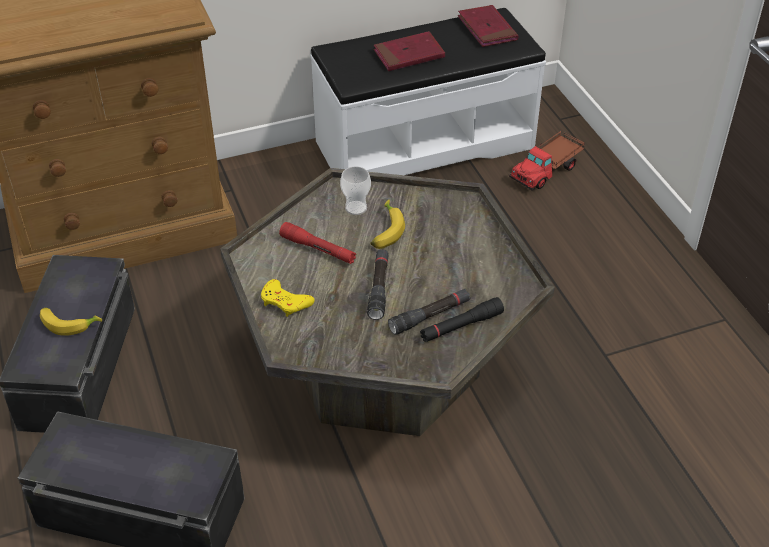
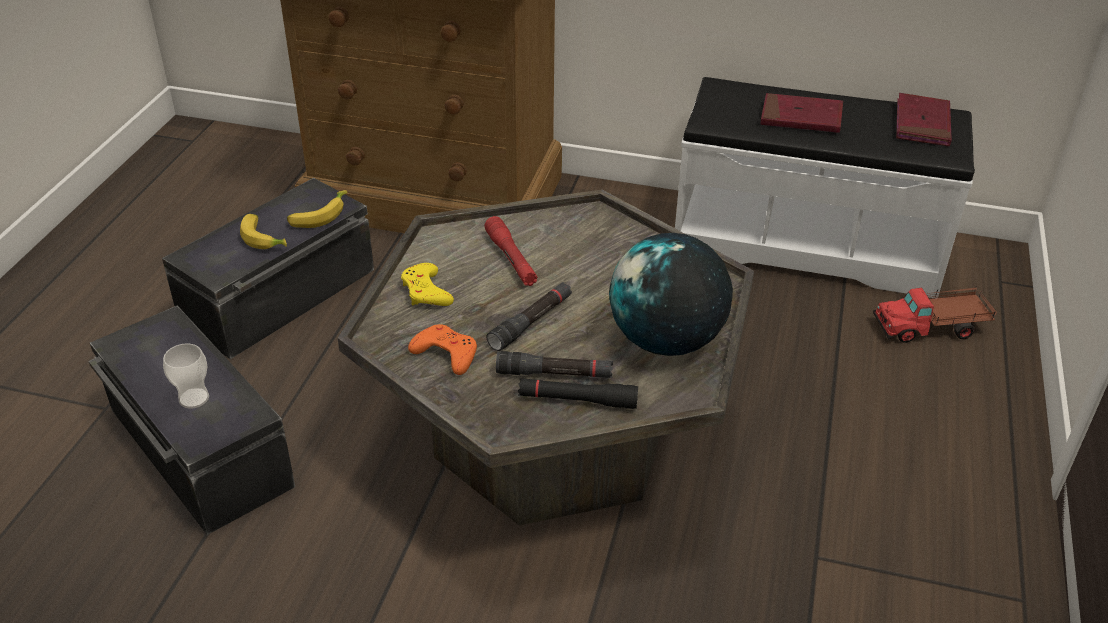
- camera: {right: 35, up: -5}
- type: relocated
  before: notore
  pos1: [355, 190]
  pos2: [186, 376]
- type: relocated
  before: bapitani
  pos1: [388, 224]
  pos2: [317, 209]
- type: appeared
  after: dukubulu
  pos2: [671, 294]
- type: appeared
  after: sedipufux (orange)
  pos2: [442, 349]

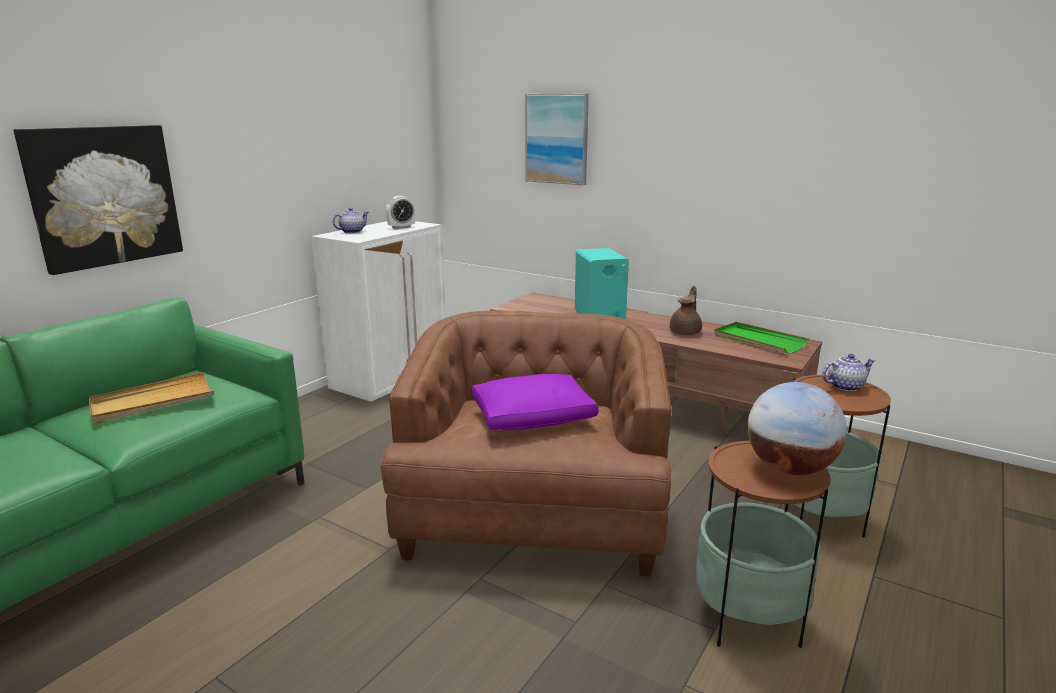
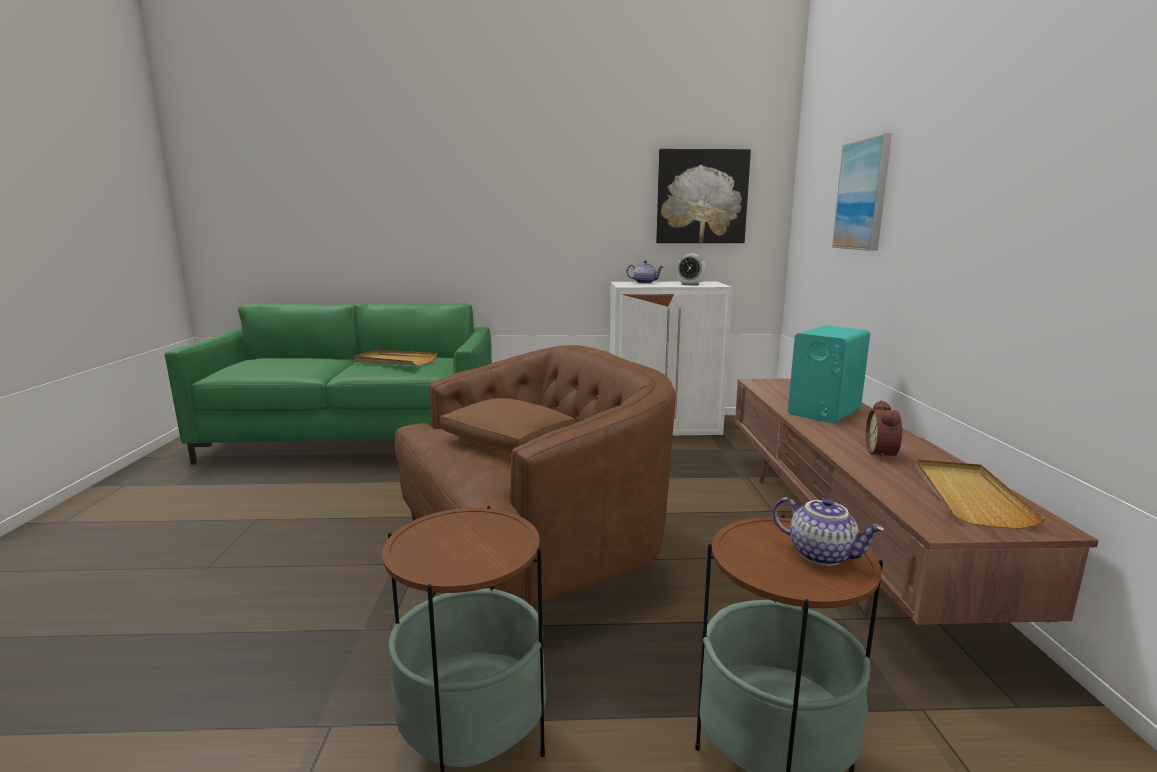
- camera: {right: 55, up: -5}
- type: relocated
  before: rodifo
  pos1: [98, 200]
  pos2: [703, 196]
- type: exchanged
  before: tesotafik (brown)
  after: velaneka
  pos1: [686, 310]
  pos2: [884, 430]
- type: colour
  before: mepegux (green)
  after: mepegux (beige)
  pos1: [761, 338]
  pos2: [980, 494]
- type: colour
  before: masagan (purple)
  after: masagan (brown)
  pos1: [535, 402]
  pos2: [508, 425]
- type: missing
  before: dukubulu
  pos1: [797, 428]

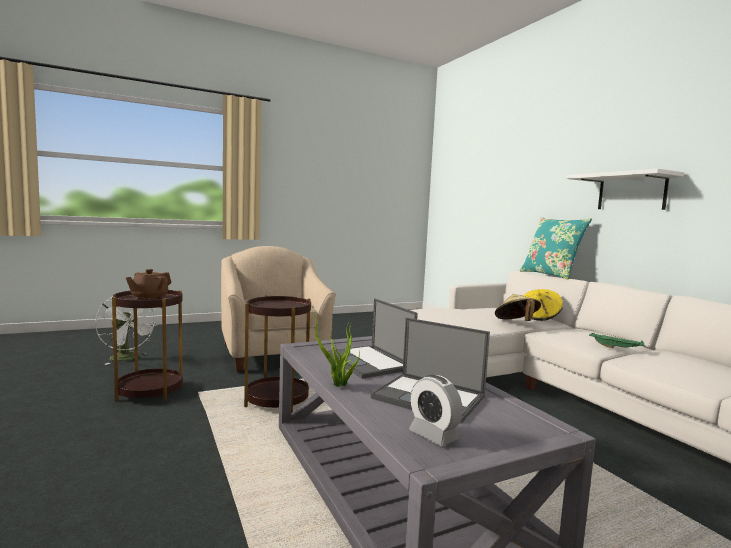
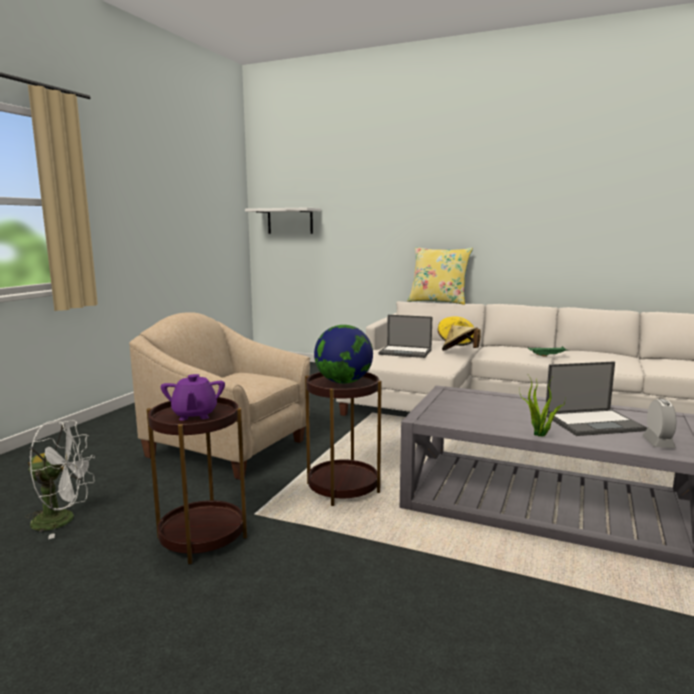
- camera: {right: -40, up: 5}
- type: relocated
  before: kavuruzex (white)
  pos1: [625, 189]
  pos2: [283, 220]
- type: colour
  before: masagan (turquoise)
  after: masagan (yellow)
  pos1: [556, 248]
  pos2: [440, 276]
- type: colour
  before: tesotafik (brown)
  after: tesotafik (purple)
  pos1: [148, 284]
  pos2: [193, 397]
- type: relocated
  before: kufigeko
  pos1: [373, 339]
  pos2: [405, 336]
- type: spun
  before: velaneka
  pos1: [435, 410]
  pos2: [659, 423]
  turn: -90
- type: appeared
  after: dukubulu
  pos2: [343, 354]

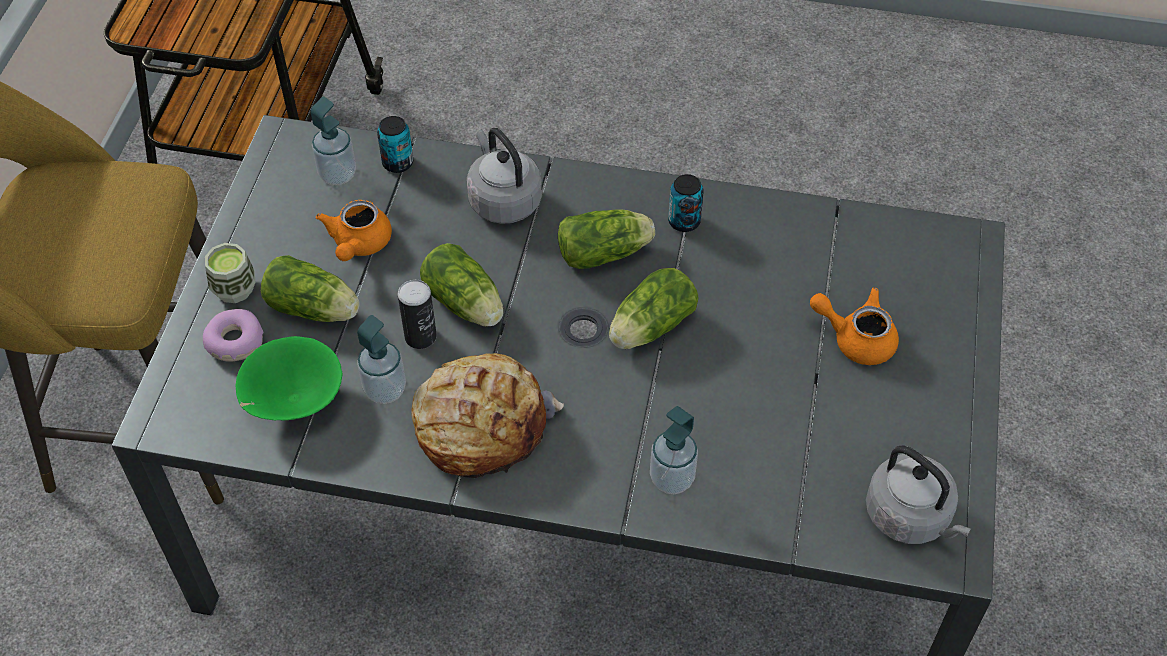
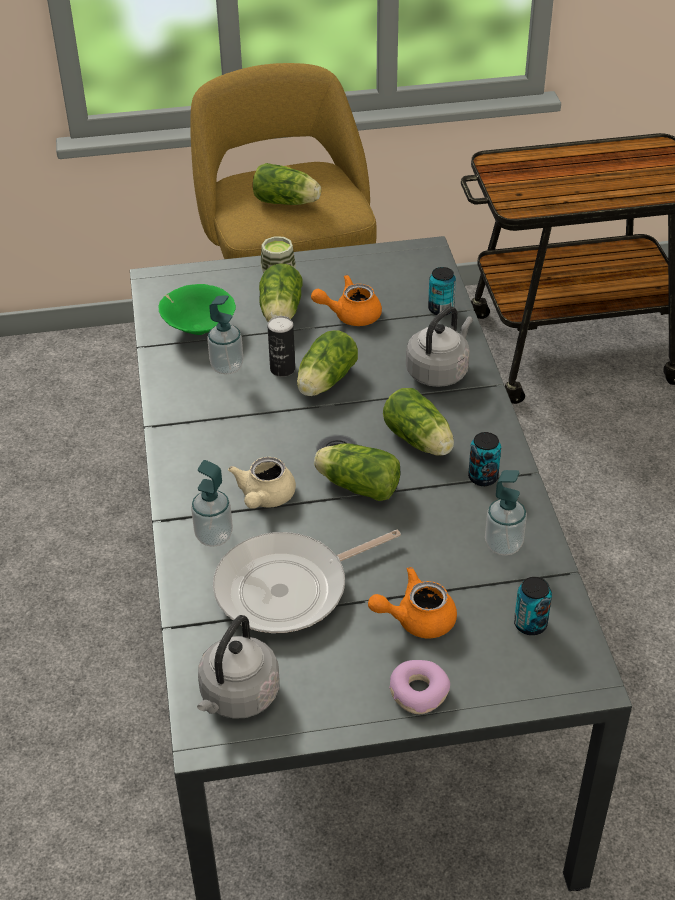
- camera: {right: 70, up: -10}
- type: relocated
  before: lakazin
  pos1: [333, 141]
  pos2: [506, 513]
- type: spun
  before: tesotafik (orange)
  pos1: [854, 326]
  pos2: [412, 602]
  turn: -105
- type: relocated
  before: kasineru
  pos1: [233, 335]
  pos2: [419, 687]
- type: missing
  before: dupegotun
  pos1: [488, 415]
- type: appeared
  after: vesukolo
  pos2: [287, 184]
- type: appeared
  after: tesotafik (beige)
  pos2: [262, 483]
- type: appeared
  after: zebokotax
  pos2: [307, 581]
- type: appeared
  after: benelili
  pos2: [533, 606]

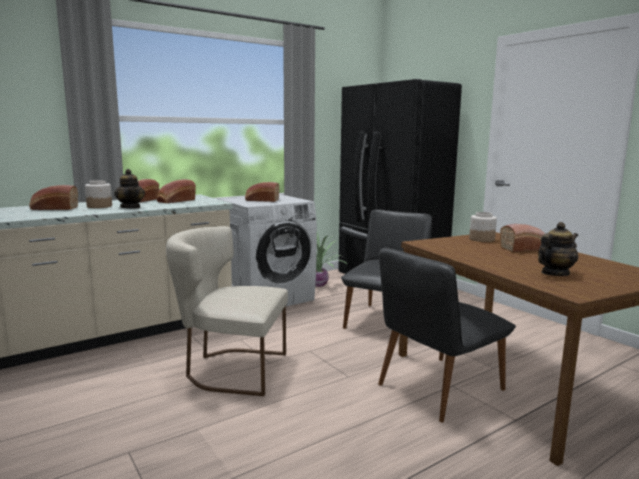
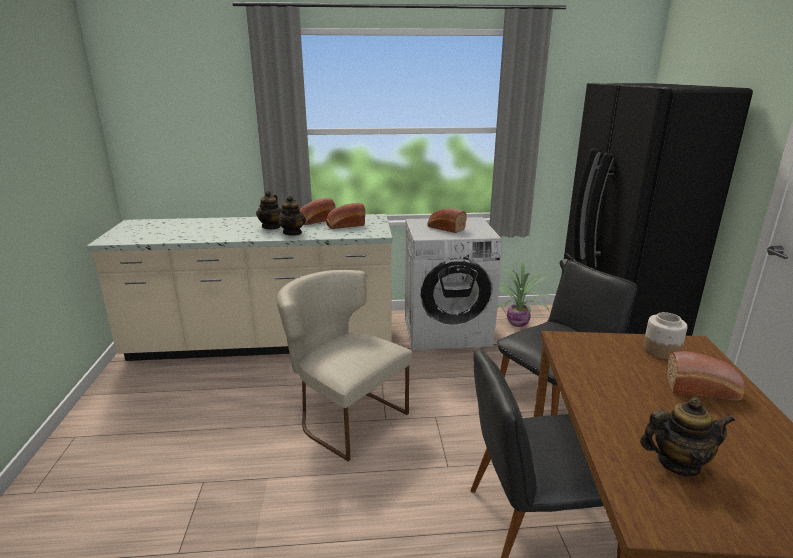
- camera: {right: 30, up: 10}
- type: exchanged
  before: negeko
  after: tesotafik
  pos1: [98, 194]
  pos2: [269, 210]
- type: missing
  before: dupegotun
  pos1: [53, 197]

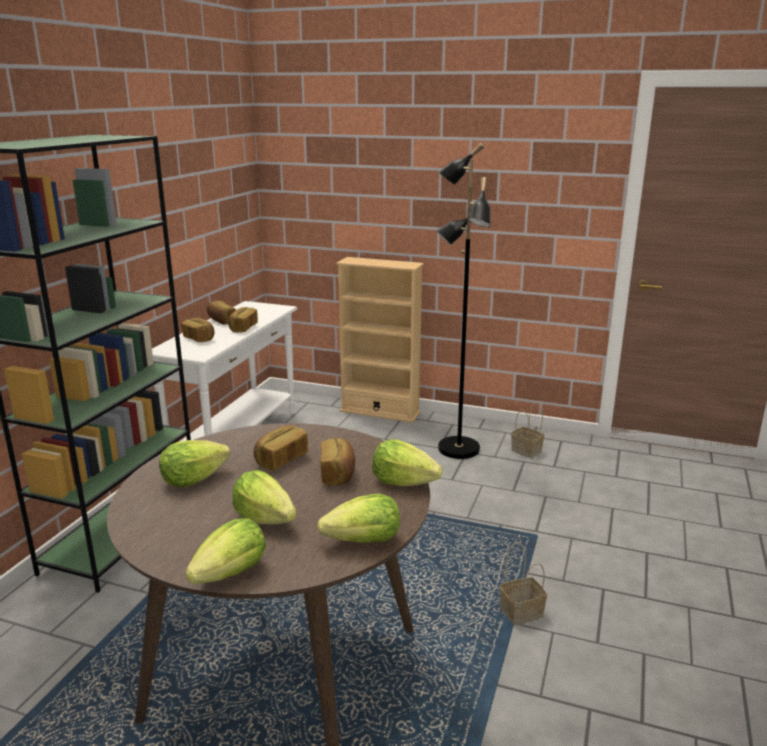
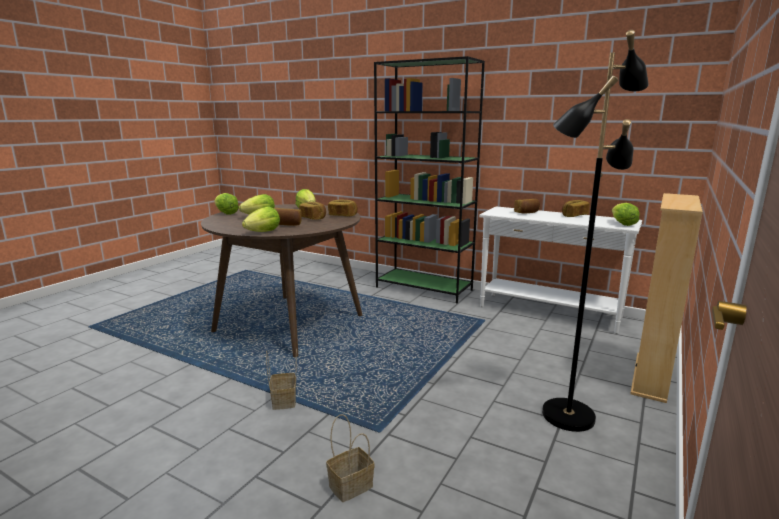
- camera: {right: 100, up: -5}
- type: relocated
  before: dupegotun
  pos1: [243, 320]
  pos2: [343, 208]
- type: relocated
  before: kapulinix
  pos1: [527, 430]
  pos2: [350, 458]
- type: relocated
  before: vesukolo
  pos1: [358, 518]
  pos2: [626, 214]

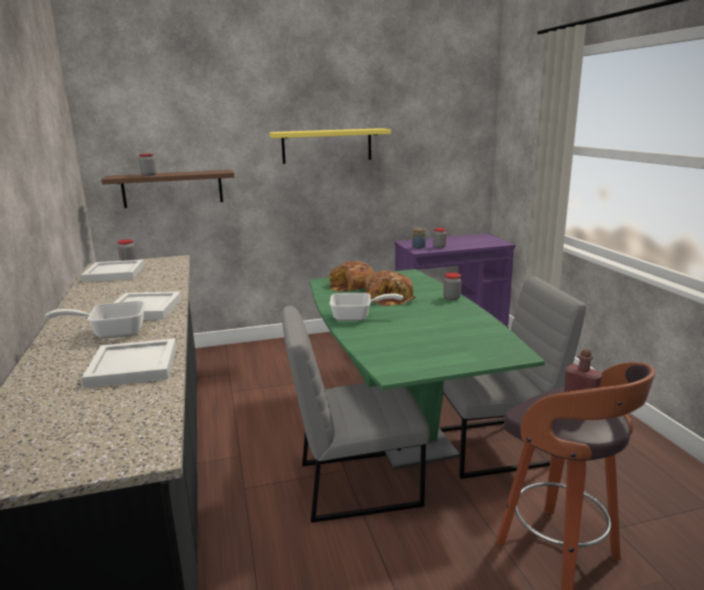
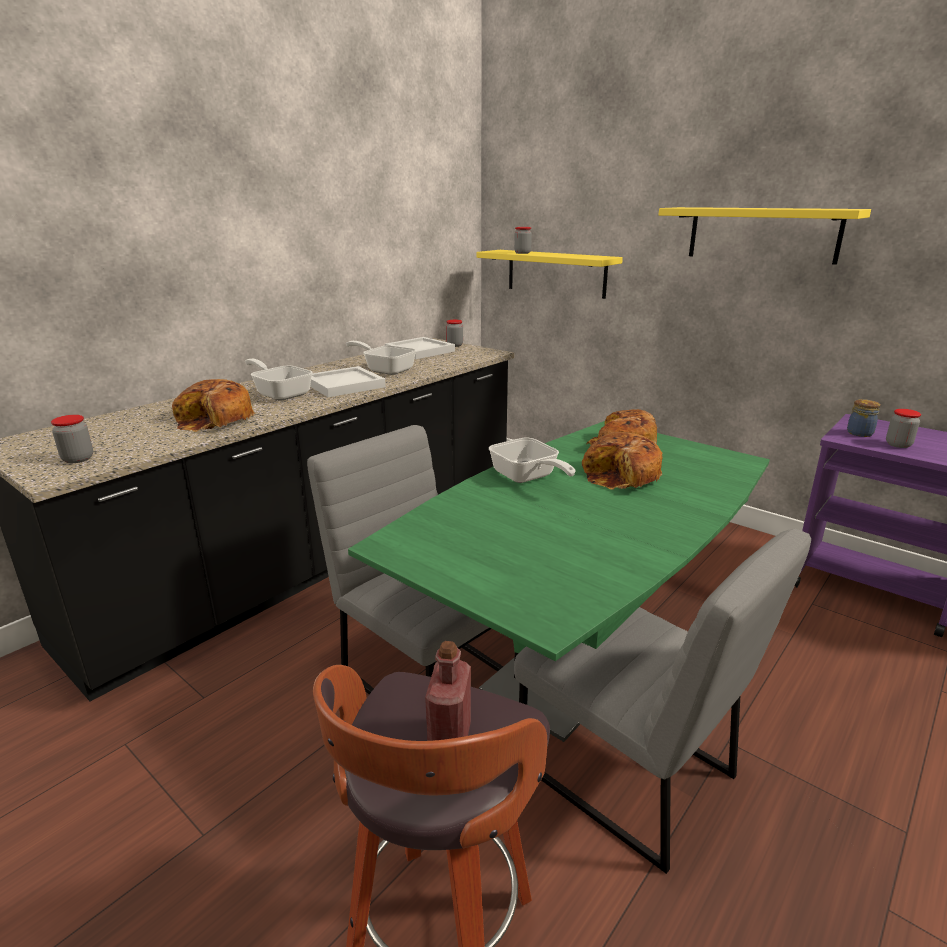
- camera: {right: 55, up: 5}
- type: colour
  before: kavuruzex (brown)
  after: kavuruzex (yellow)
  pos1: [167, 189]
  pos2: [549, 274]
- type: relocated
  before: negeko
  pos1: [452, 286]
  pos2: [72, 439]
- type: exchanged
  before: mepegux (white)
  after: dupegotun
  pos1: [129, 363]
  pos2: [213, 405]
- type: appeared
  after: zebokotax
  pos2: [381, 358]

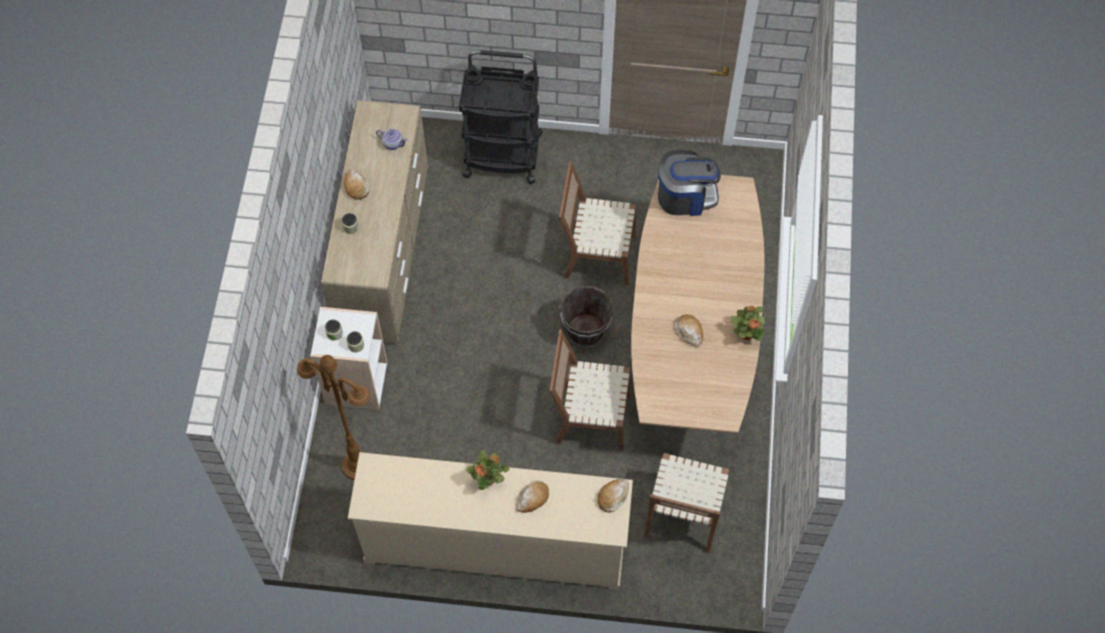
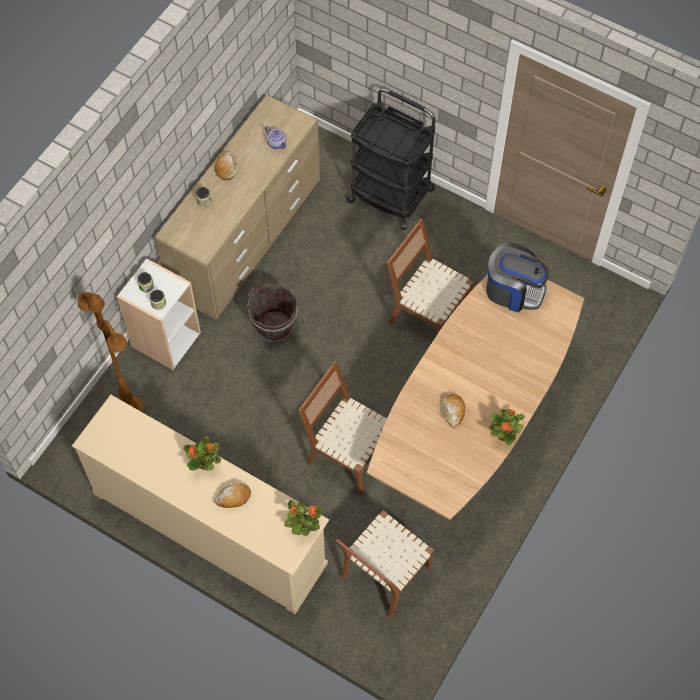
- camera: {right: 25, up: 0}
- type: relocated
  before: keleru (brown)
  pos1: [586, 316]
  pos2: [272, 313]
- type: exchanged
  before: dupegotun
  after: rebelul
  pos1: [613, 496]
  pos2: [303, 518]

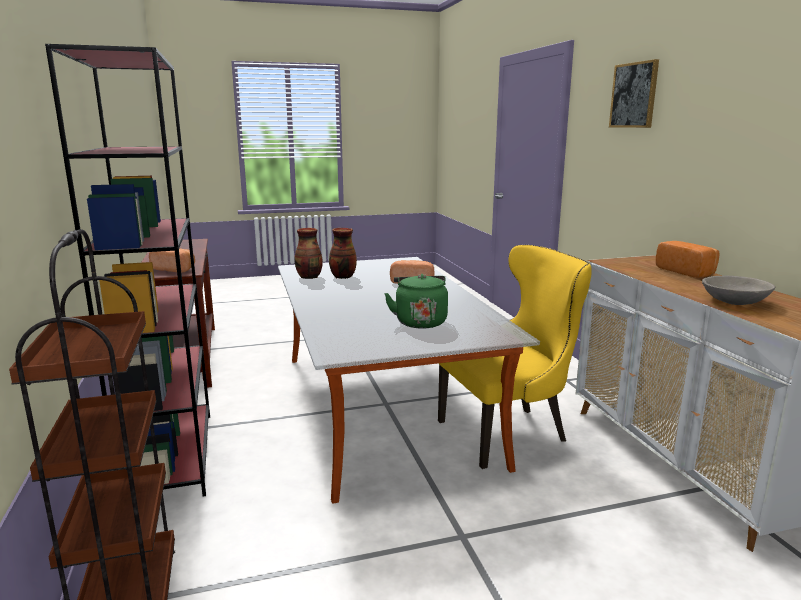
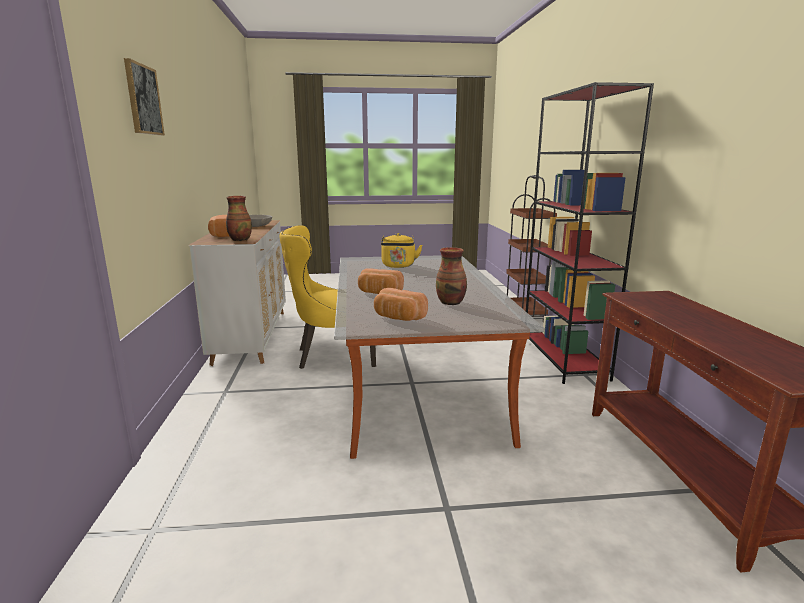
- camera: {right: -170, up: 0}
- type: relocated
  before: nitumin
  pos1: [308, 253]
  pos2: [239, 218]
- type: relocated
  before: dupegotun
  pos1: [172, 260]
  pos2: [401, 304]
- type: colour
  before: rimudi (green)
  after: rimudi (yellow)
  pos1: [416, 301]
  pos2: [401, 250]

